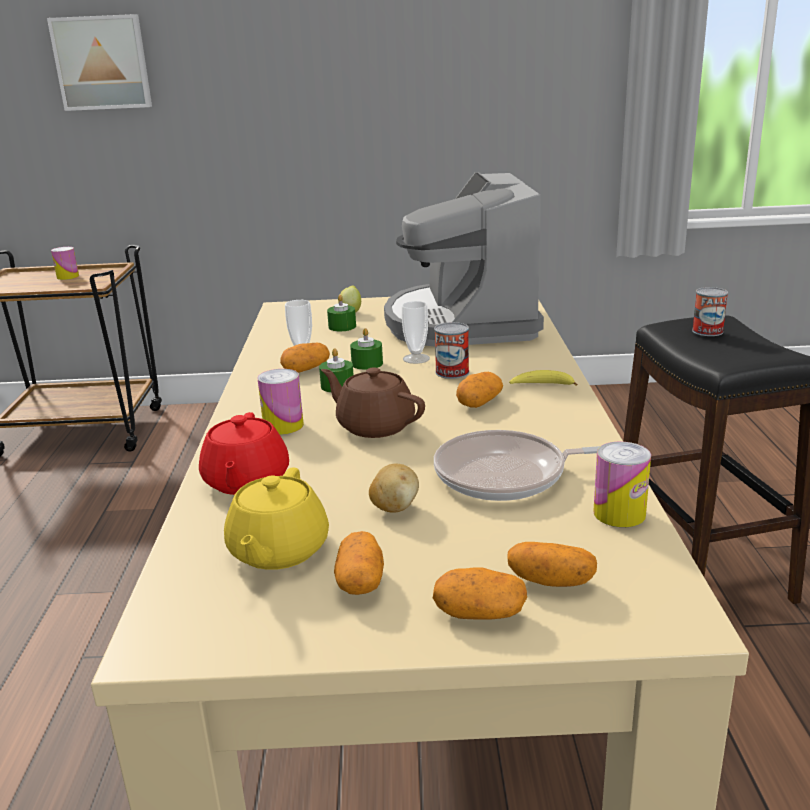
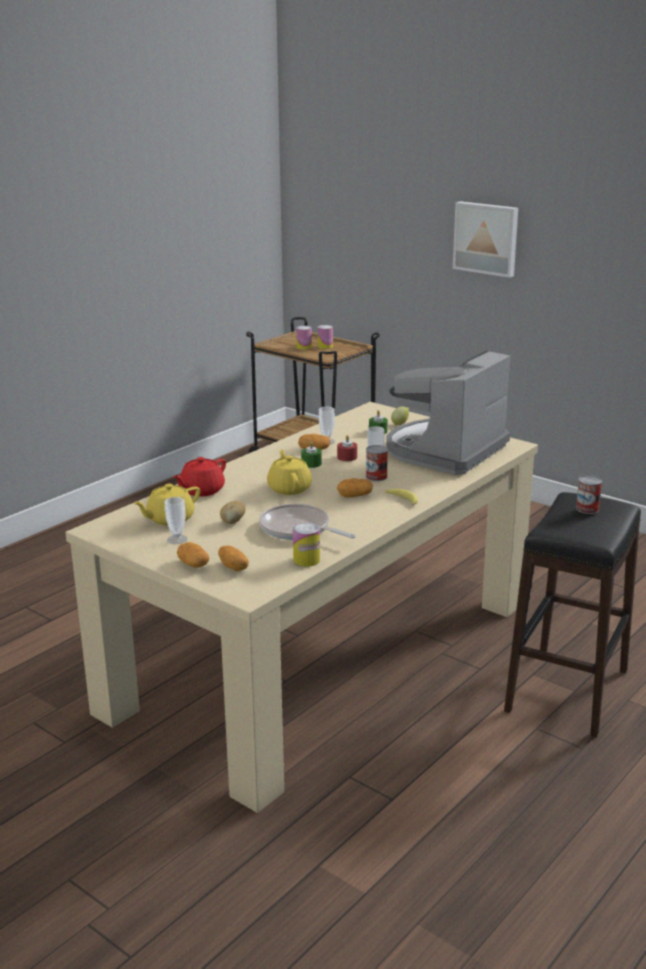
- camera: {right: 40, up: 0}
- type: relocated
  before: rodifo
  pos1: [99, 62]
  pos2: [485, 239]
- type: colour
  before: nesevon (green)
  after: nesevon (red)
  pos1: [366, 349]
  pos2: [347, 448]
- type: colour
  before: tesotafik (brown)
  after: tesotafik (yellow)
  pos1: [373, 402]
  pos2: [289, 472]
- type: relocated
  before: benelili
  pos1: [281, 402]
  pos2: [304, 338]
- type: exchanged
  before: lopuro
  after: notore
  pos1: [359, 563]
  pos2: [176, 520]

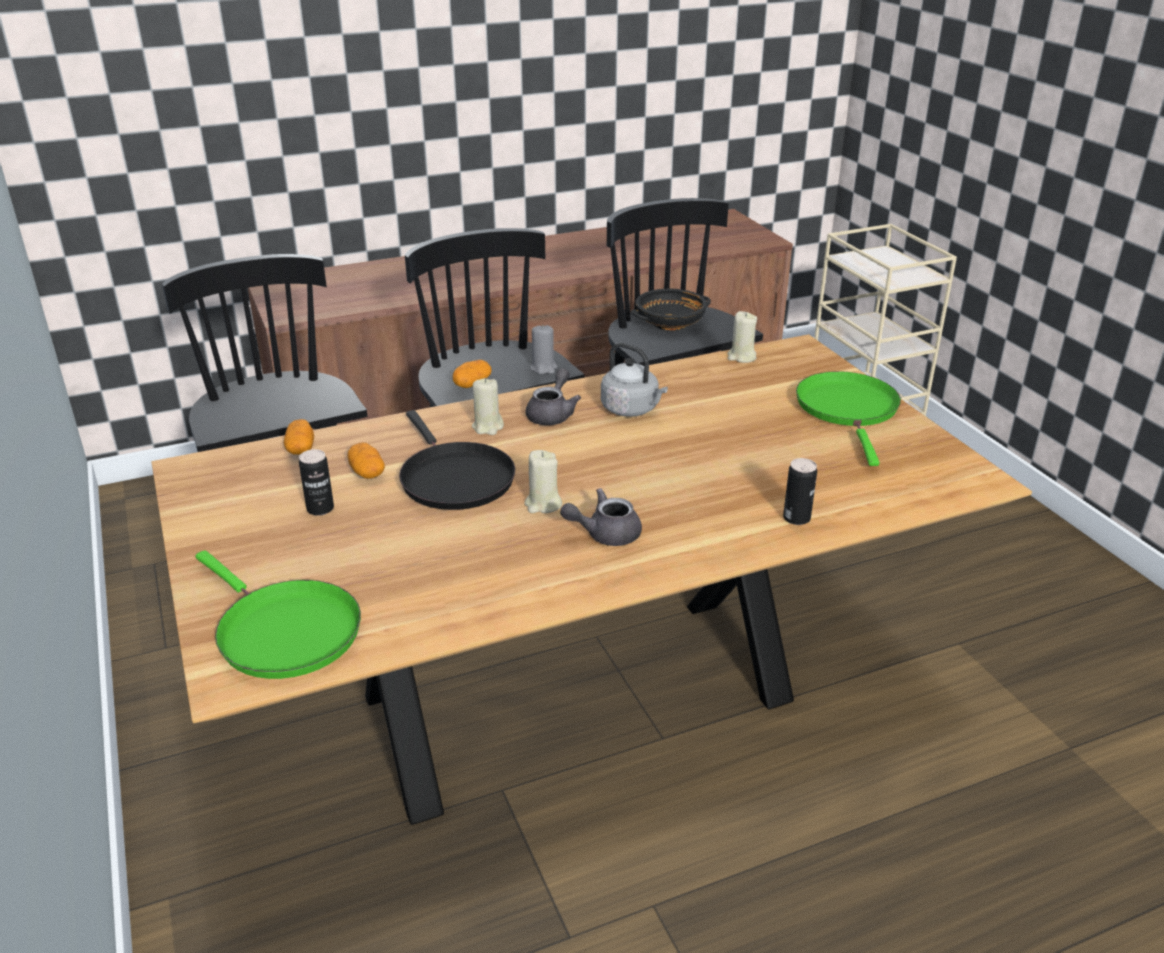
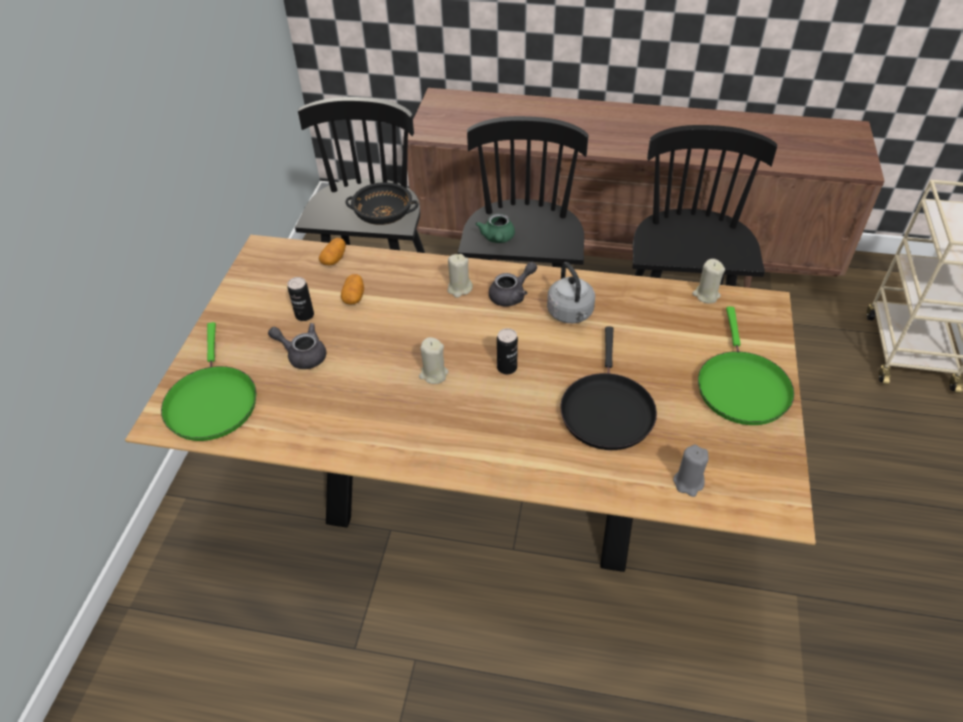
- camera: {right: 35, up: 15}
- type: relocated
  before: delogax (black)
  pos1: [671, 310]
  pos2: [382, 203]
- type: relocated
  before: nesevon (grey)
  pos1: [543, 349]
  pos2: [691, 471]
- type: exchanged
  before: lopuro
  after: tesotafik (green)
  pos1: [472, 374]
  pos2: [495, 228]
- type: spun
  before: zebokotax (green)
  pos1: [848, 418]
  pos2: [746, 366]
  turn: 150
- type: relocated
  before: zebokotax (black)
  pos1: [457, 460]
  pos2: [608, 388]
- type: relocated
  before: benelili
  pos1: [800, 491]
  pos2: [507, 351]
- type: relocated
  before: tesotafik (grey)
  pos1: [601, 517]
  pos2: [297, 346]

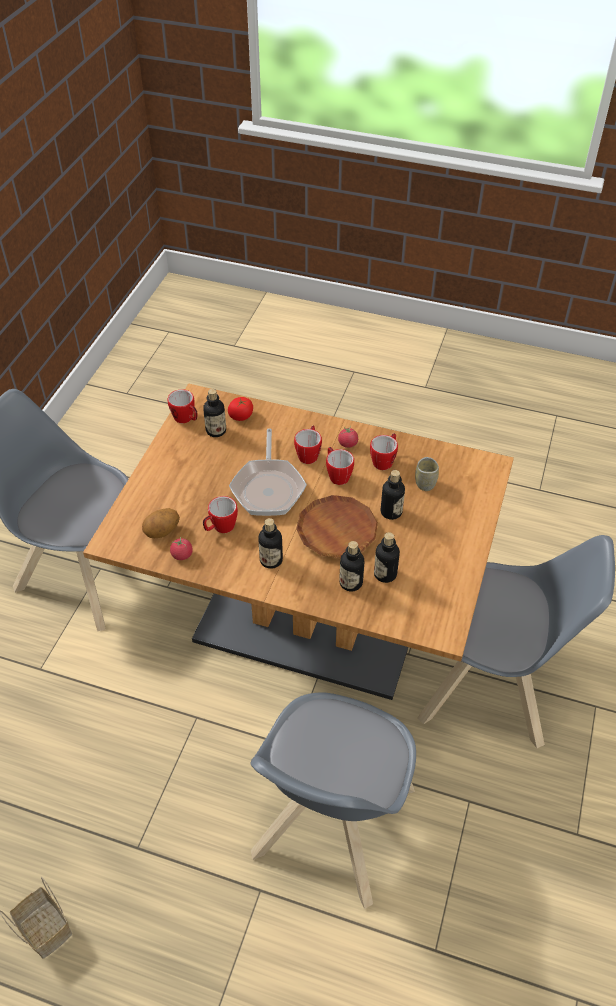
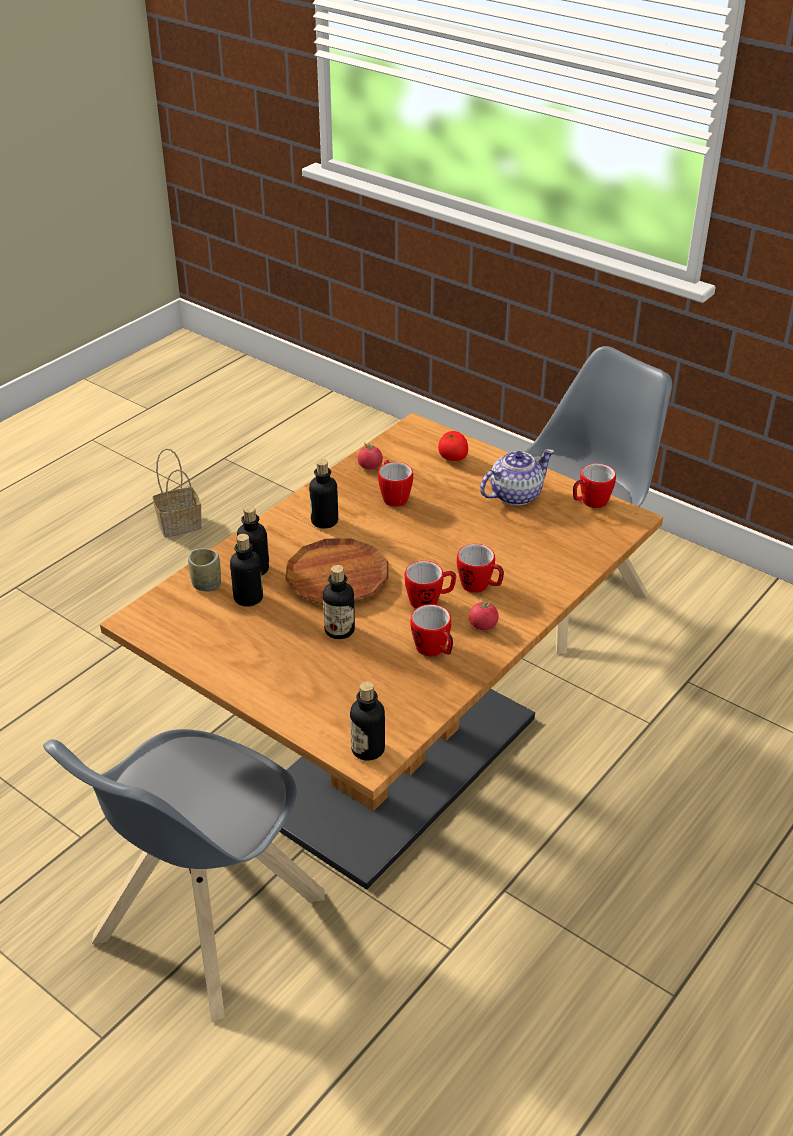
- camera: {right: 110, up: -10}
- type: relocated
  before: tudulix
  pos1: [214, 413]
  pos2: [367, 721]
- type: relocated
  before: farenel
  pos1: [240, 409]
  pos2: [453, 446]
- type: missing
  before: zebokotax
  pos1: [268, 472]
- type: relocated
  before: notore
  pos1: [427, 474]
  pos2: [204, 570]
- type: missing
  before: lopuro
  pos1: [161, 523]
- type: missing
  before: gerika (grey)
  pos1: [333, 800]
- type: appeared
  after: tesotafik
  pos2: [517, 477]

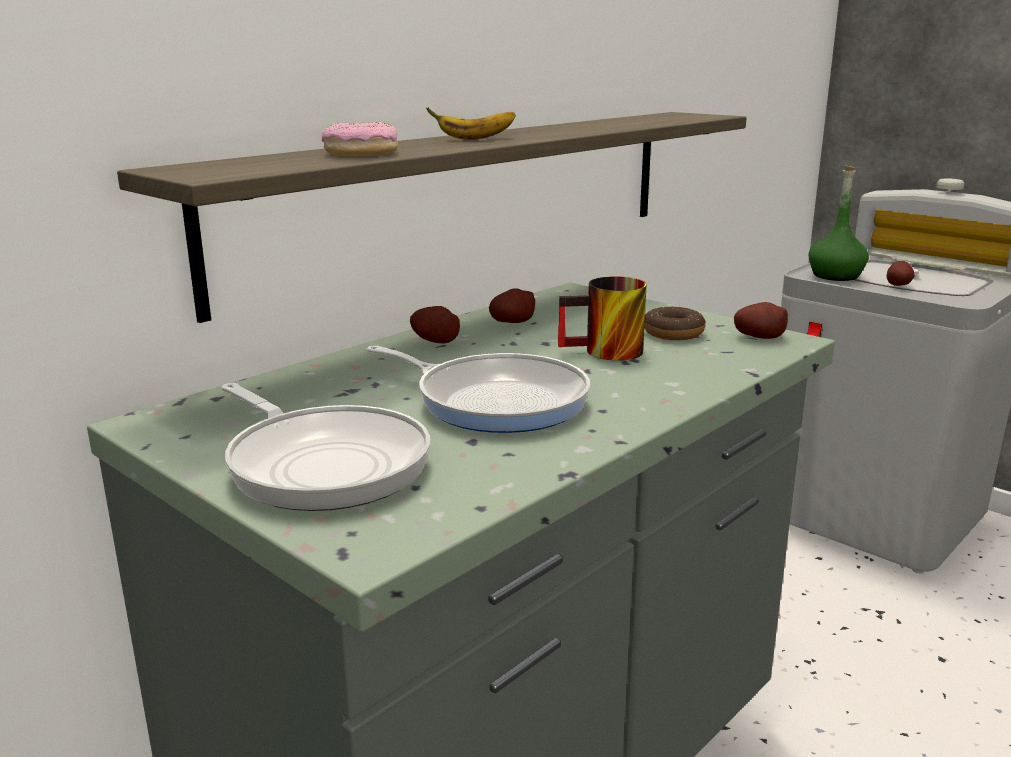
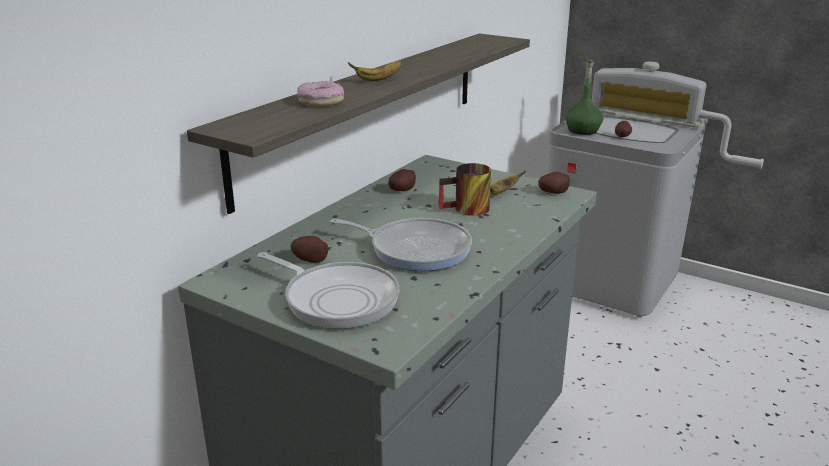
- camera: {right: -10, up: 5}
- type: relocated
  before: lopuro
  pos1: [435, 325]
  pos2: [309, 249]
- type: exchanged
  before: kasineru
  after: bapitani
  pos1: [675, 323]
  pos2: [508, 182]

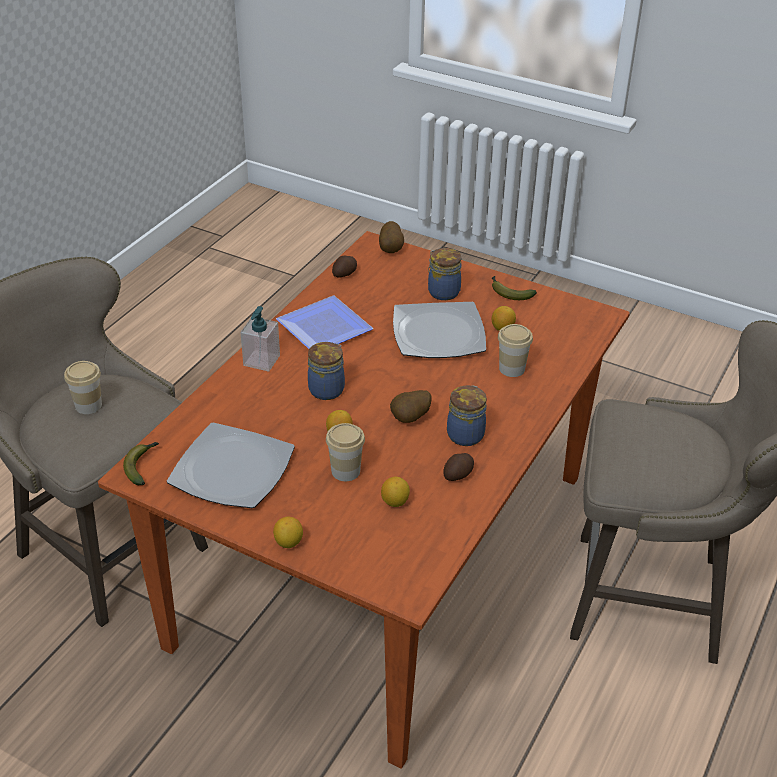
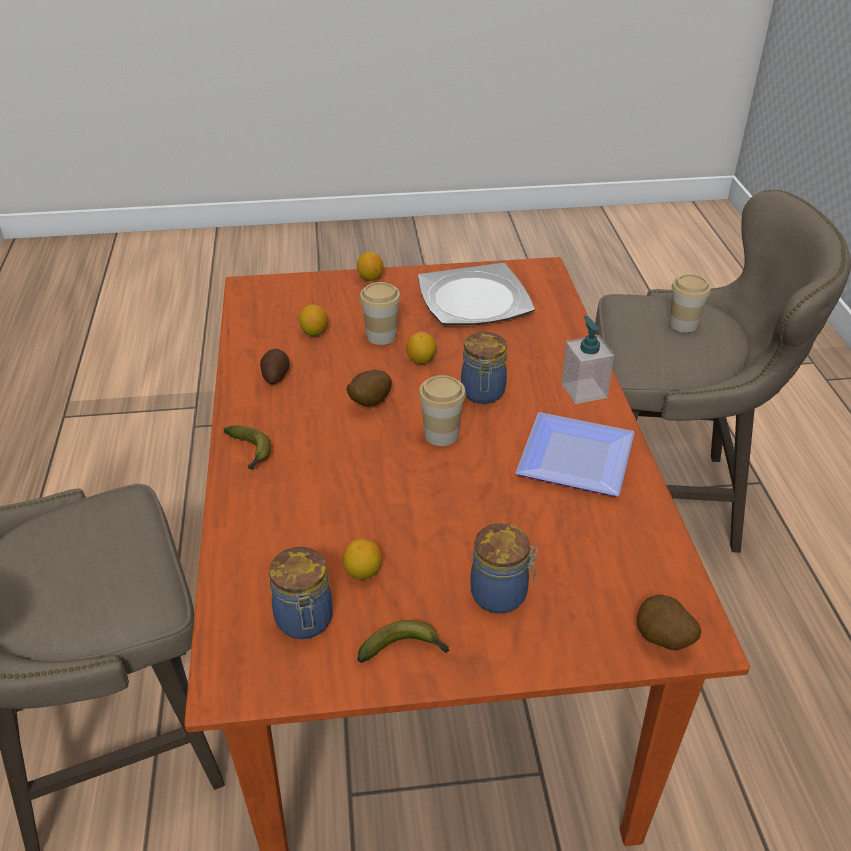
- camera: {right: 145, up: 0}
- type: missing
  before: lopuro
  pos1: [344, 266]
- type: missing
  before: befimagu
  pos1: [439, 330]
- type: relocated
  before: notore
  pos1: [515, 350]
  pos2: [442, 410]
- type: relocated
  before: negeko
  pos1: [467, 415]
  pos2: [301, 593]
- type: relocated
  before: bapitani
  pos1: [141, 463]
  pos2: [247, 447]

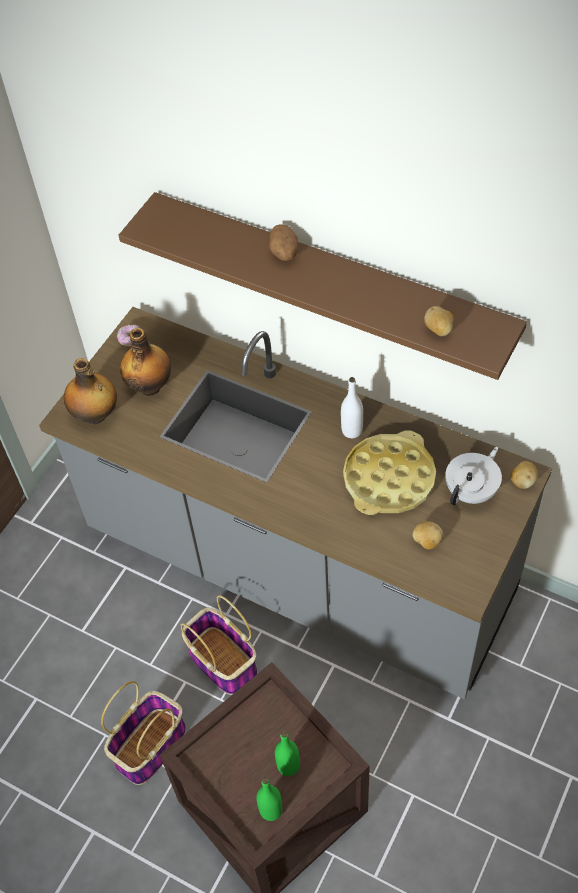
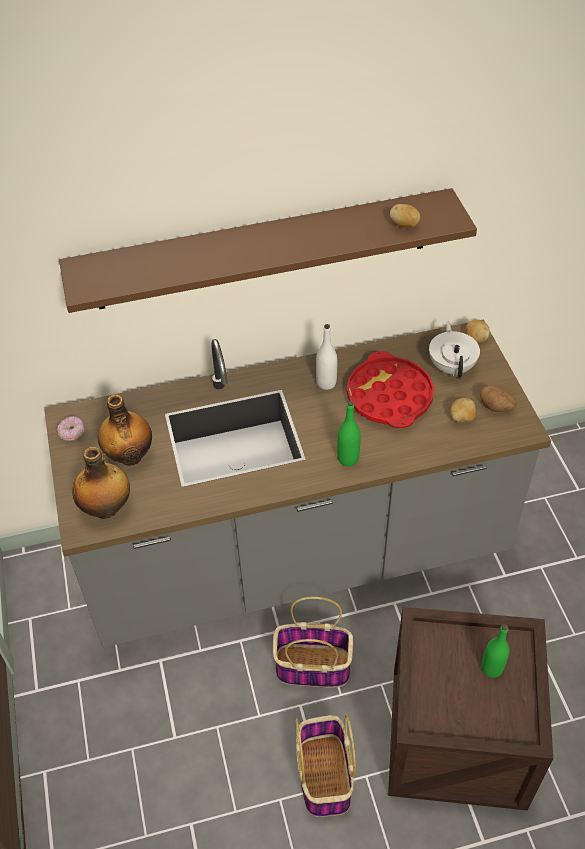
- camera: {right: -45, up: -5}
- type: relocated
  before: lopuro
  pos1: [283, 242]
  pos2: [498, 398]
- type: colour
  before: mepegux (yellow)
  after: mepegux (red)
  pos1: [389, 472]
  pos2: [390, 389]
- type: relocated
  before: tudulix (green)
  pos1: [269, 799]
  pos2: [349, 433]

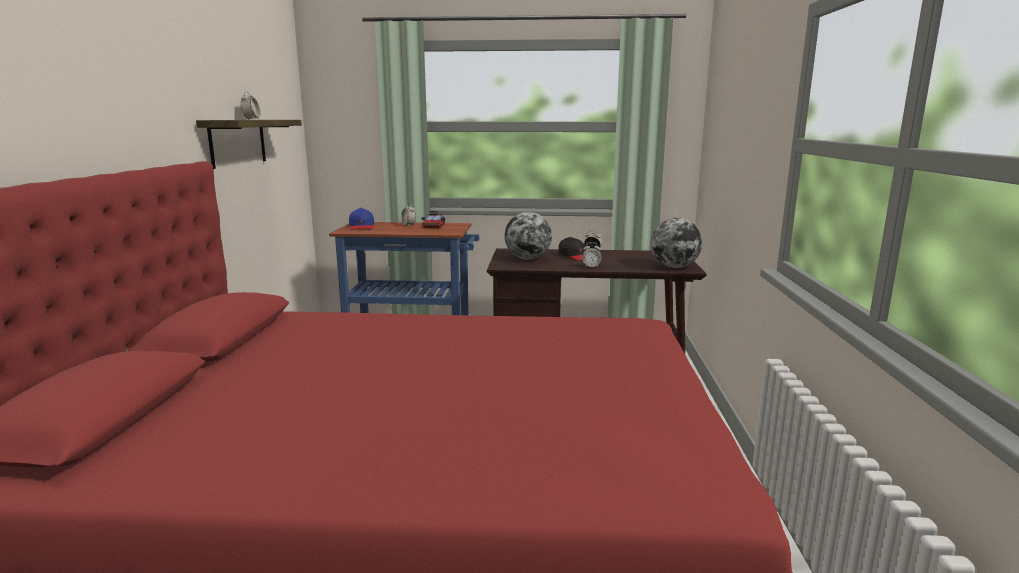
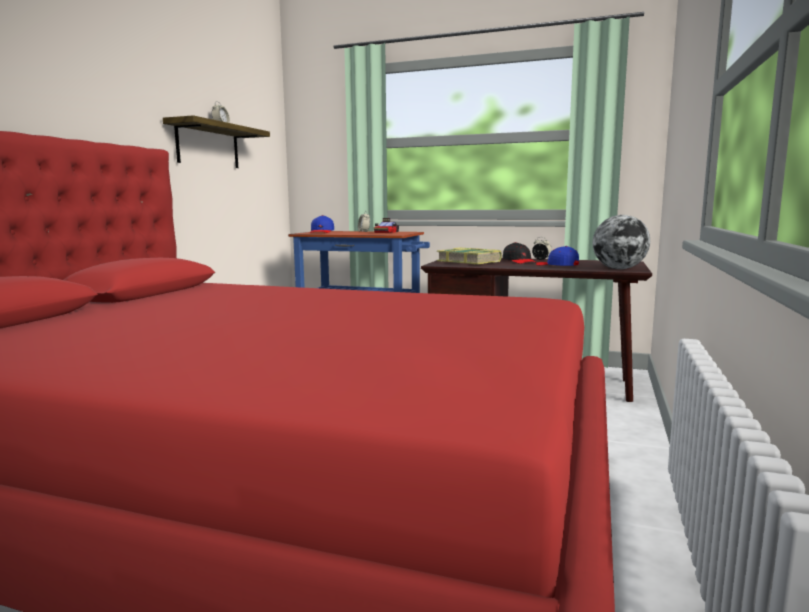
- camera: {right: 15, up: -5}
- type: exchanged
  before: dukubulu
  after: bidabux
  pos1: [528, 236]
  pos2: [469, 256]
- type: missing
  before: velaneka
  pos1: [592, 255]
- type: appeared
  after: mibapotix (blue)
  pos2: [557, 256]

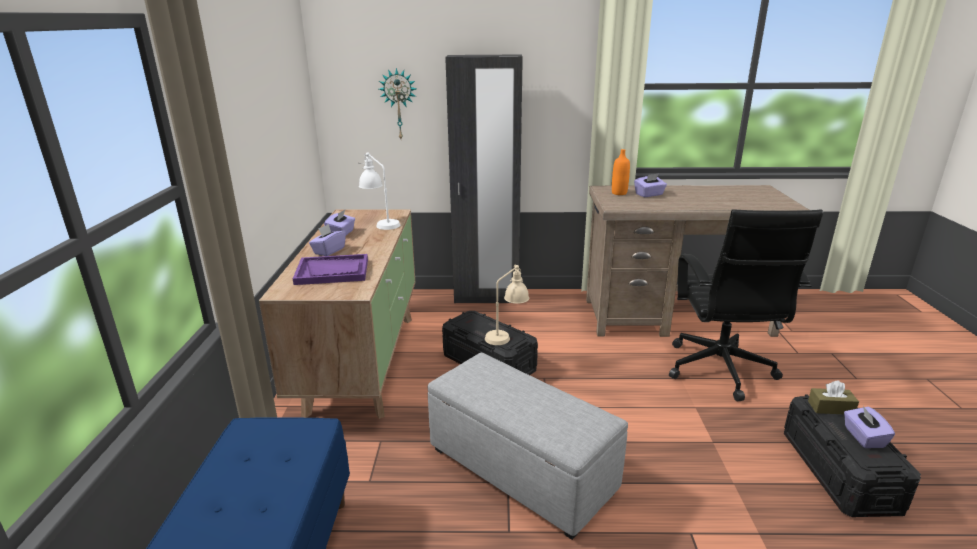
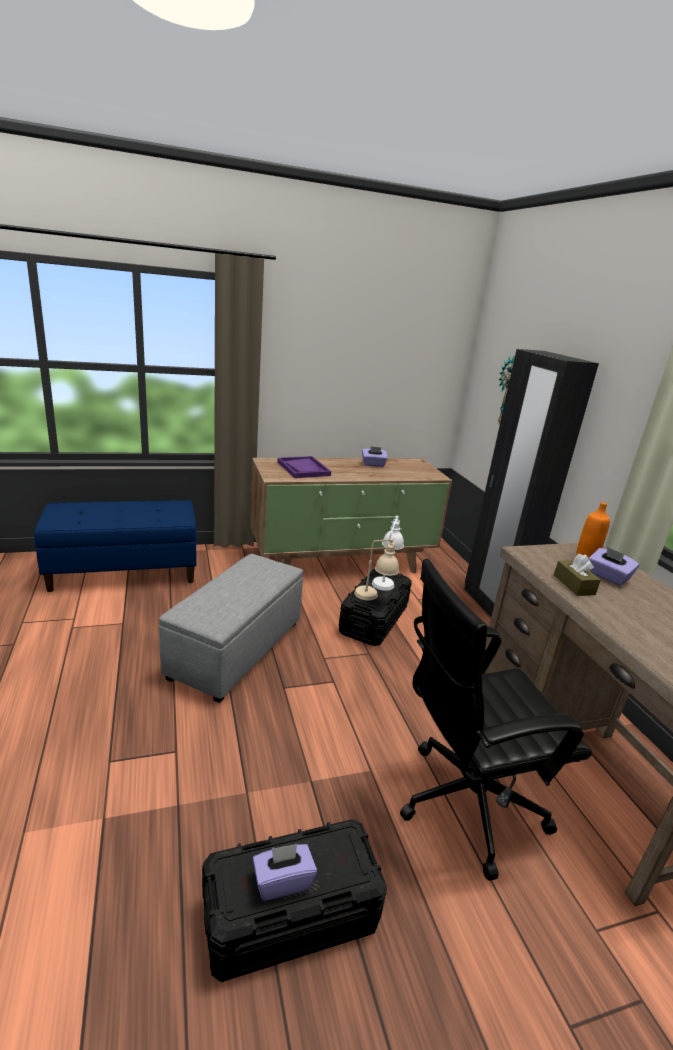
- camera: {right: 70, up: 0}
- type: relocated
  before: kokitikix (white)
  pos1: [379, 191]
  pos2: [388, 553]
- type: missing
  before: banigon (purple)
  pos1: [327, 240]
- type: relocated
  before: banigon (brown)
  pos1: [833, 397]
  pos2: [577, 575]

